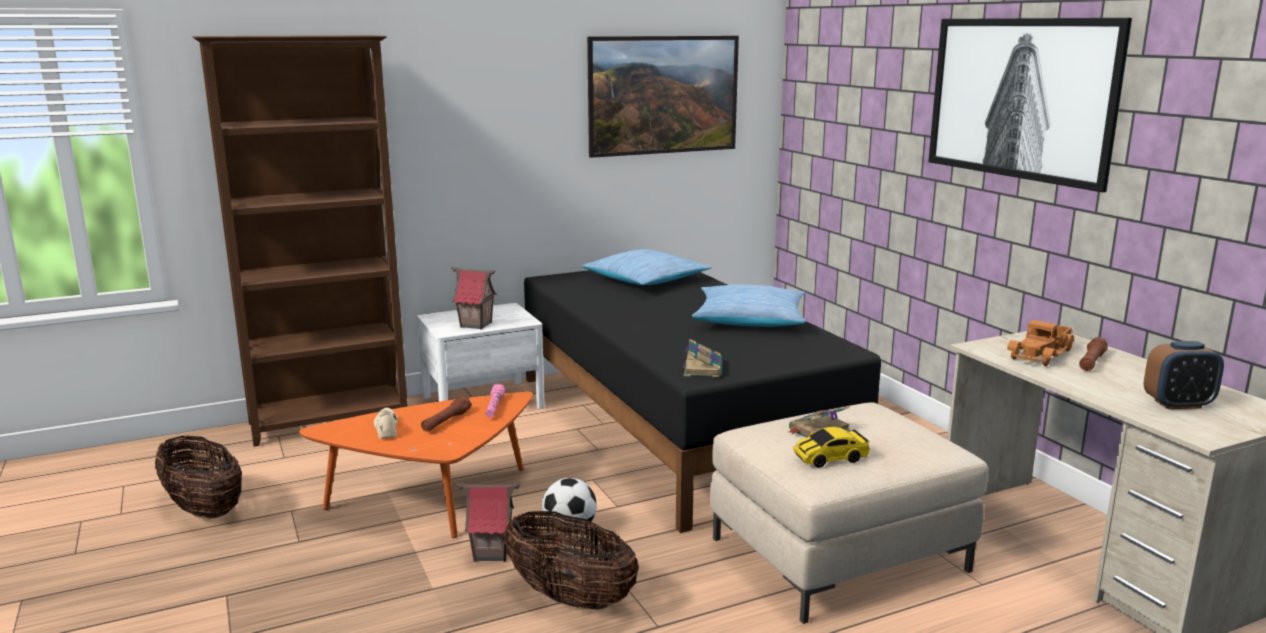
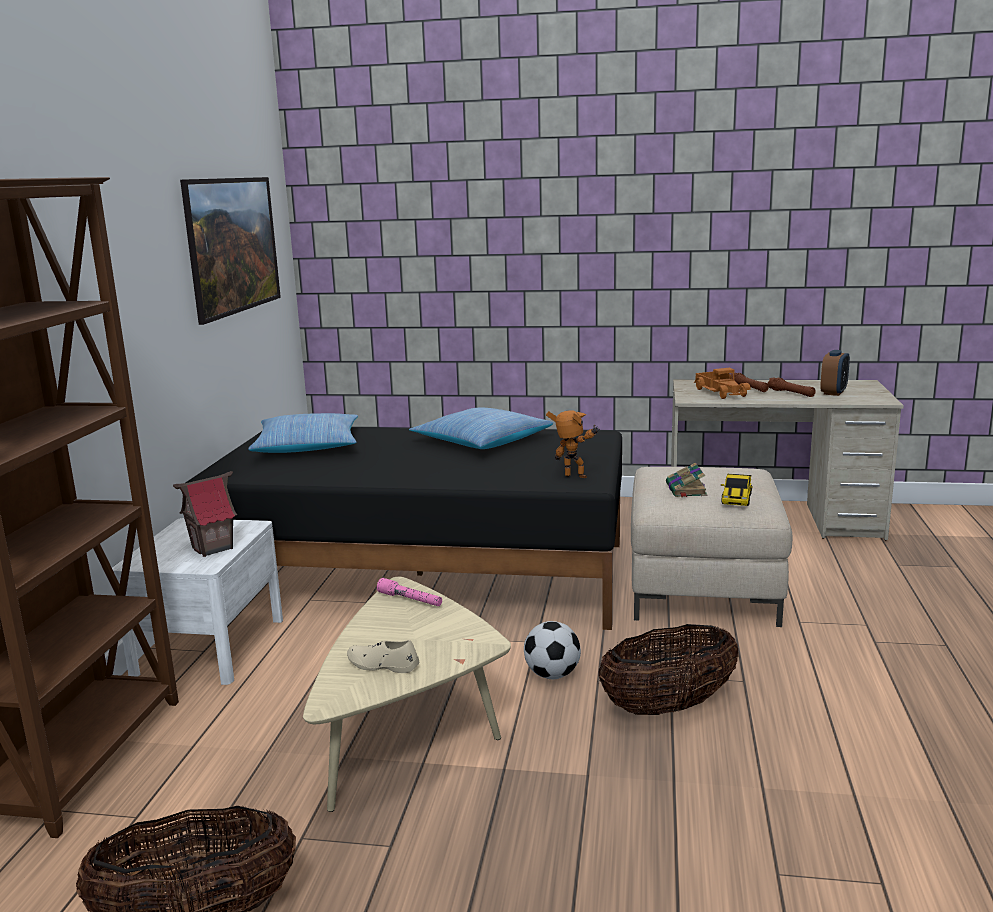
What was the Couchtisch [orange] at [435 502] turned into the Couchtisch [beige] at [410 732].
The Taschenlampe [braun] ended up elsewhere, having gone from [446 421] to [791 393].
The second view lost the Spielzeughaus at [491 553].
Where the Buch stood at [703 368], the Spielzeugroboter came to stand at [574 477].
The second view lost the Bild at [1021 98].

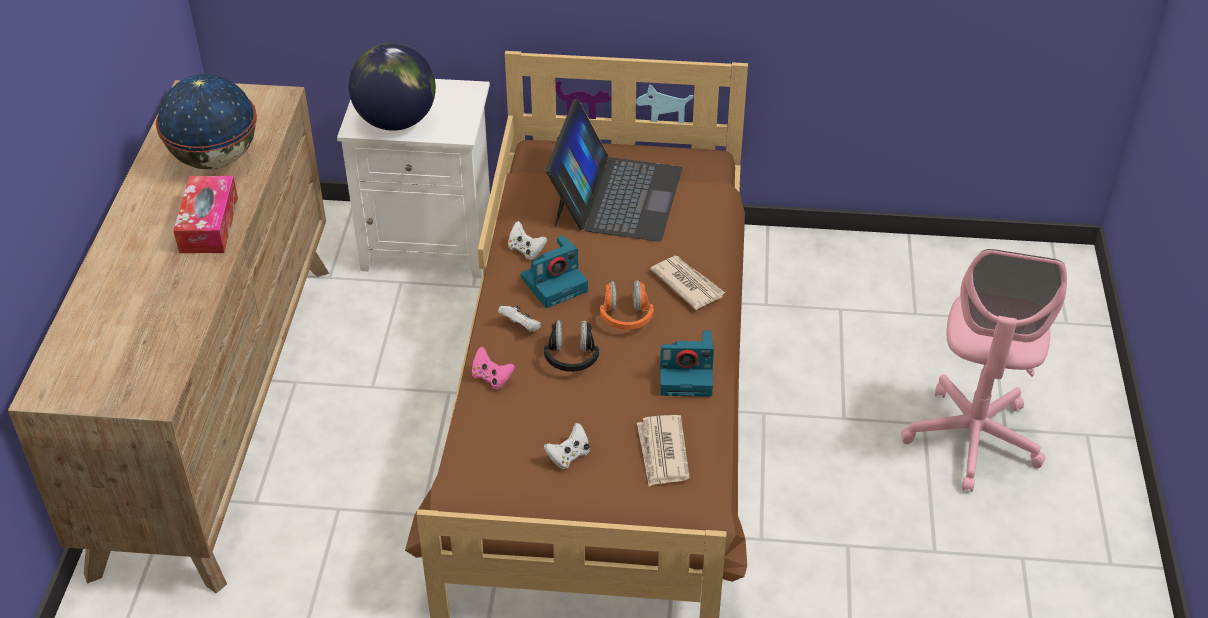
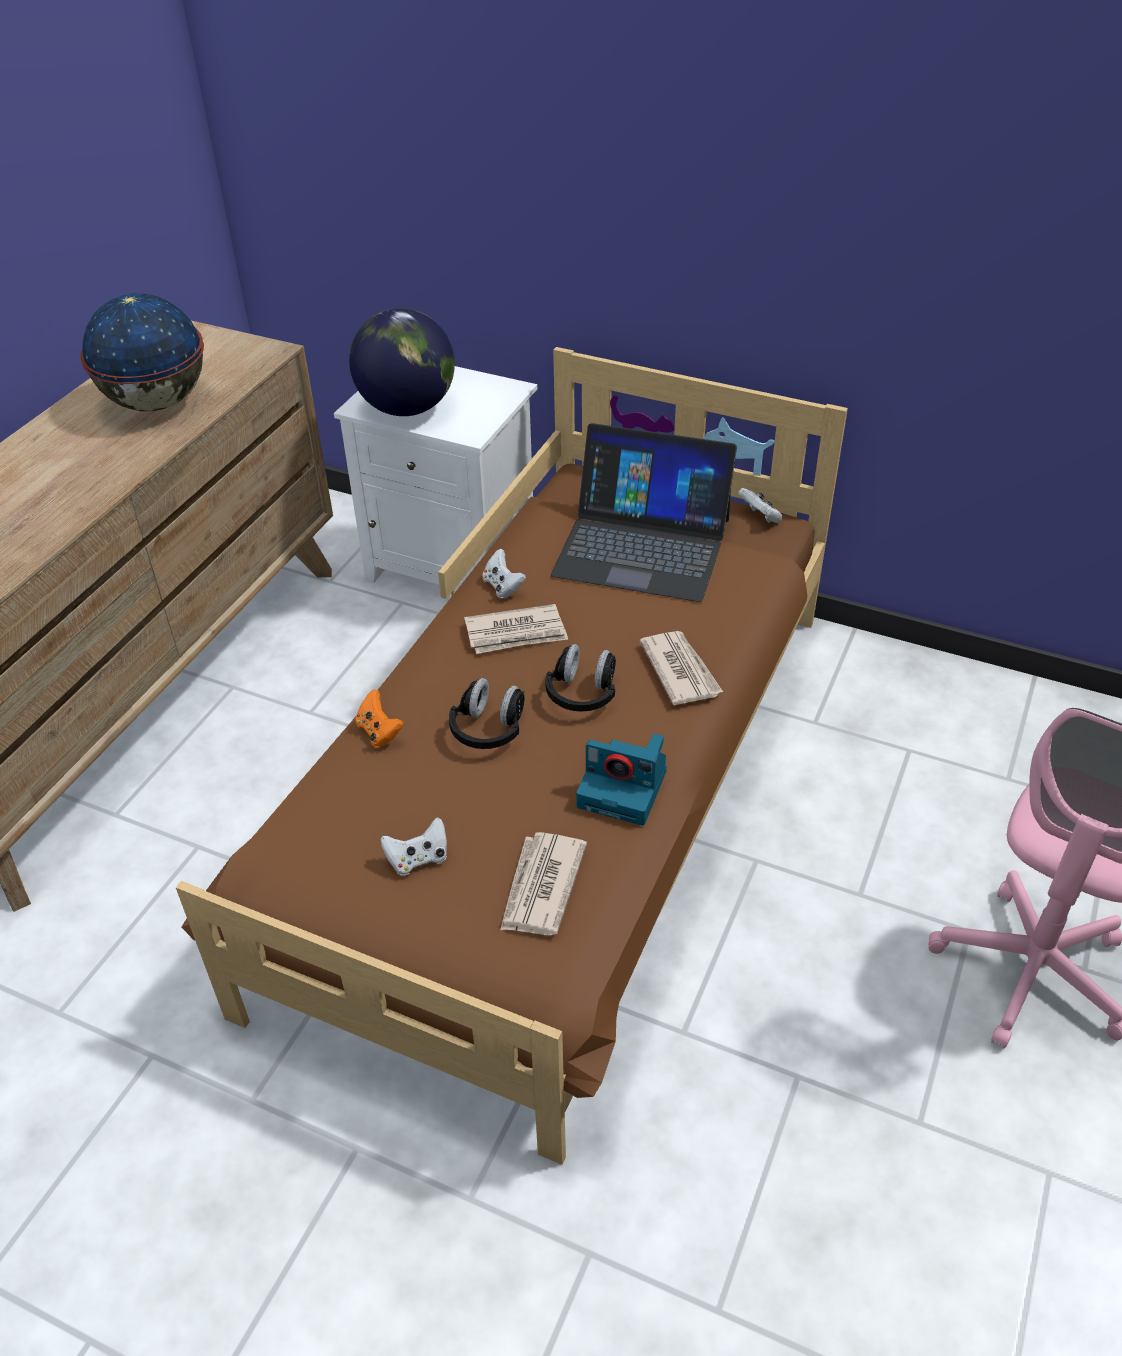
The second view lost the Taschentuchbox at [209 225].
What was the Gamepad [rosa] at [492 378] turned into the Gamepad [orange] at [379 732].
The Gamepad [weiß] ended up elsewhere, having gone from [521 327] to [760 517].
Where the Kamera stood at [555 283], the Zeitung came to stand at [516 633].
The Laptop at [616 196] ended up facing another way, 75 degrees clockwise from before.
What was the Kopfhörer [orange] at [626 316] turned into the Kopfhörer [schwarz] at [582 694].

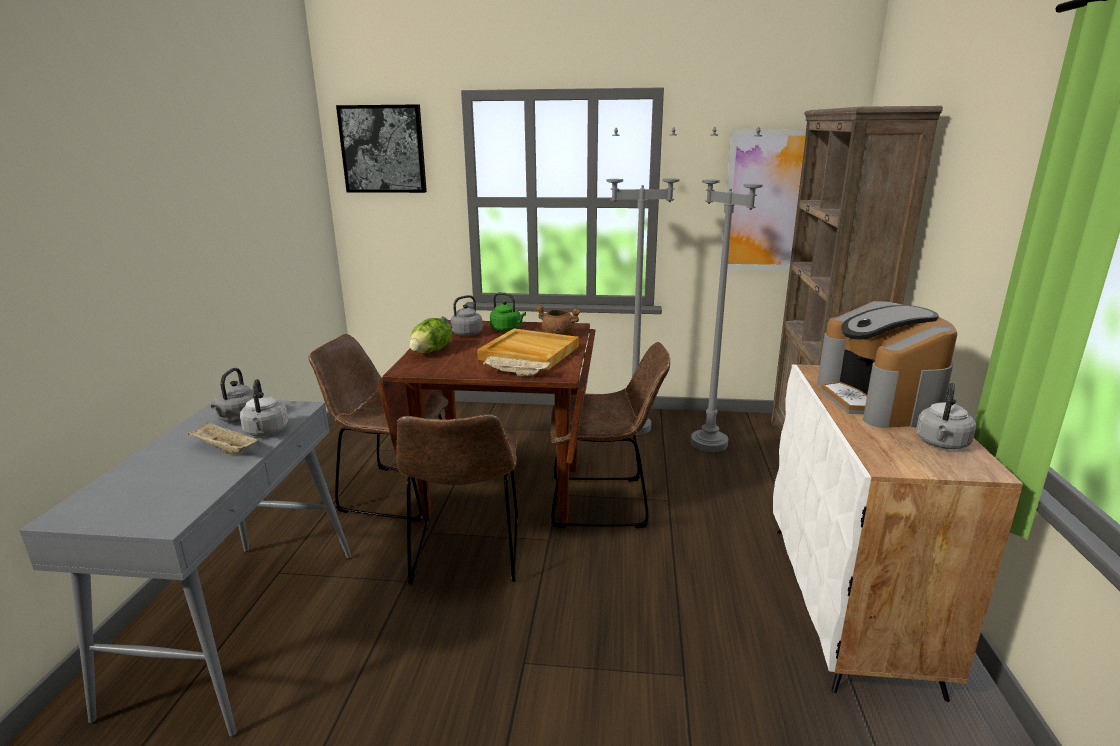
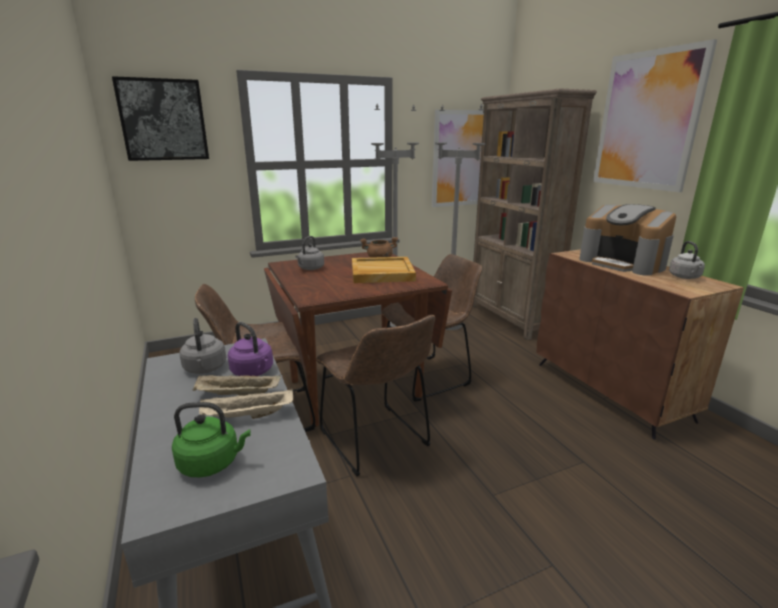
What was the Wasserkessel [grau] at [266 432] turned into the Wasserkessel [lila] at [253 372].
The second view lost the Salatkopf at [432 351].
The Tablett [beige] ended up elsewhere, having gone from [515 374] to [247 416].
The Wasserkessel [grün] ended up elsewhere, having gone from [507 329] to [212 463].
What was the Schrank [weiß] at [849 603] turned into the Schrank [braun] at [610 391].
The second view gained the Bild at [647 121].

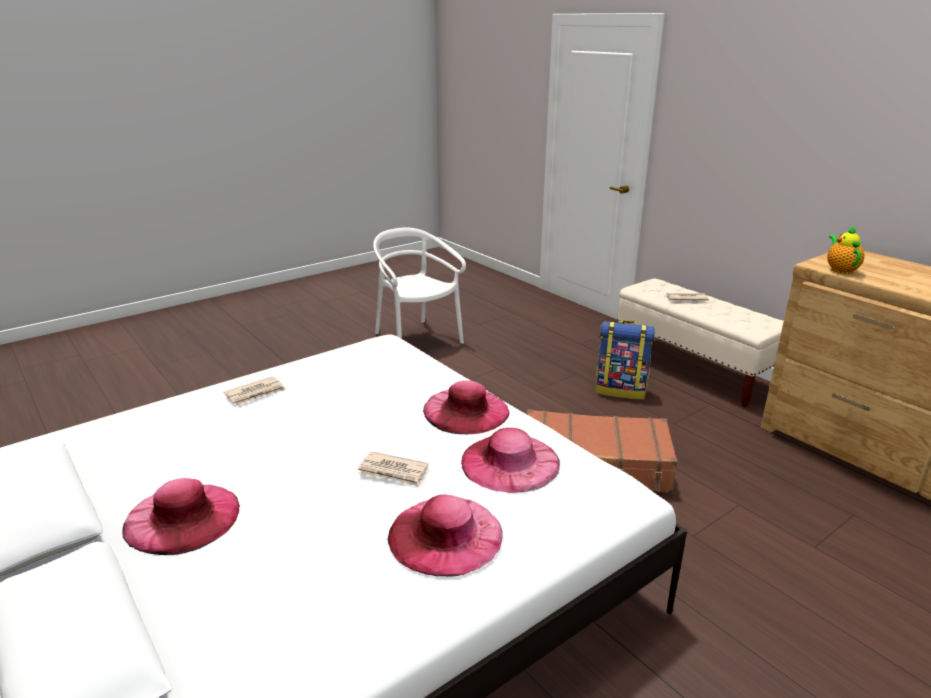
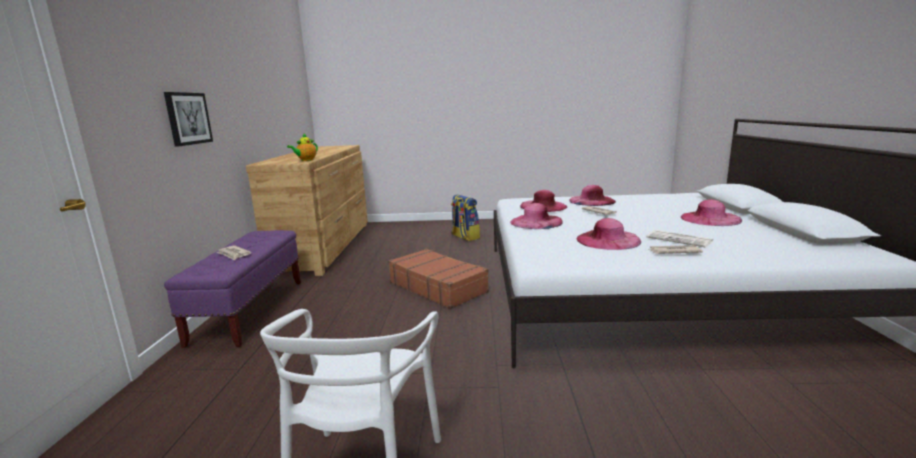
The Rucksack ended up elsewhere, having gone from [621 390] to [464 237].
What was the Bank [beige] at [693 369] turned into the Bank [lila] at [250 311].
The second view gained the Bild at [188 118].
The second view gained the Hut [rosa] at [608 240].
The second view gained the Zeitung at [680 239].

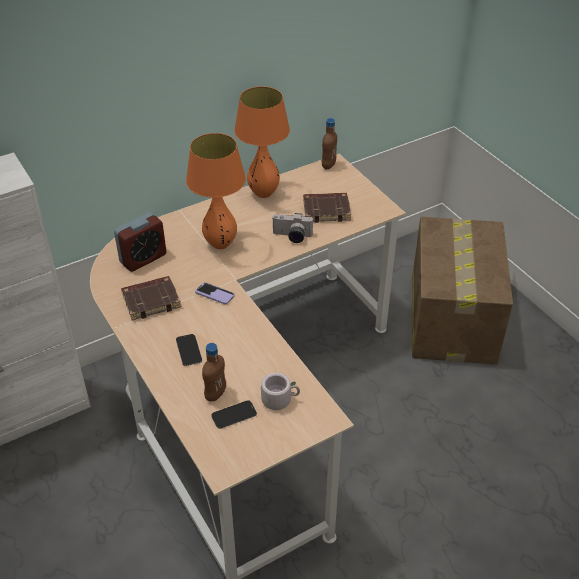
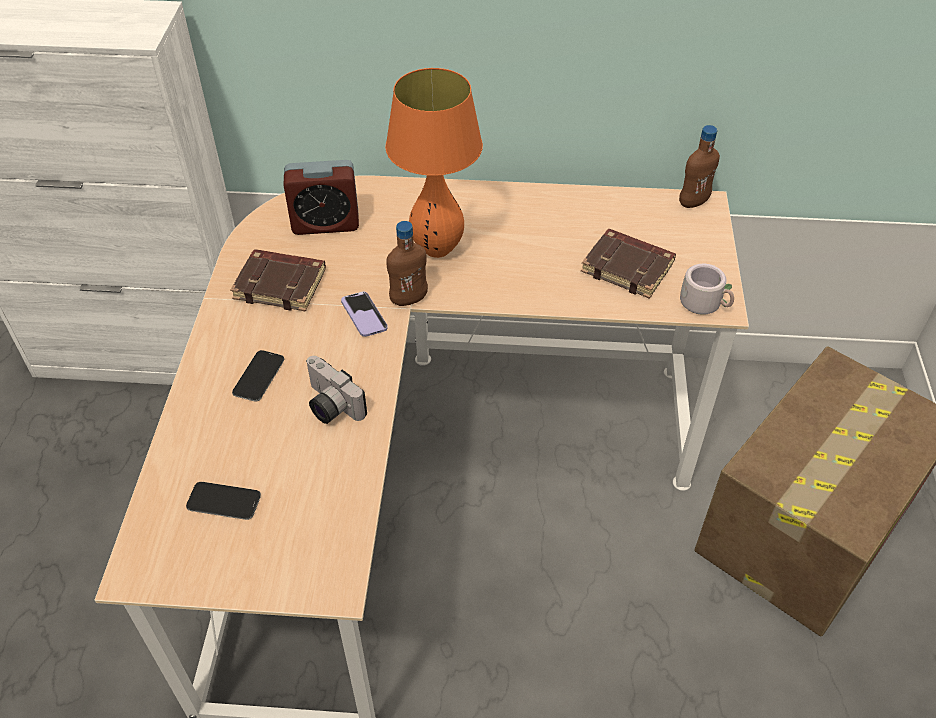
The Flasche [braun] ended up elsewhere, having gone from [215 394] to [409 299].
The second view lost the Tischlampe [orange] at [263 193].
The Henkelbecher [grau] ended up elsewhere, having gone from [280 398] to [705 303].
The Kamera ended up elsewhere, having gone from [292 237] to [329 406].

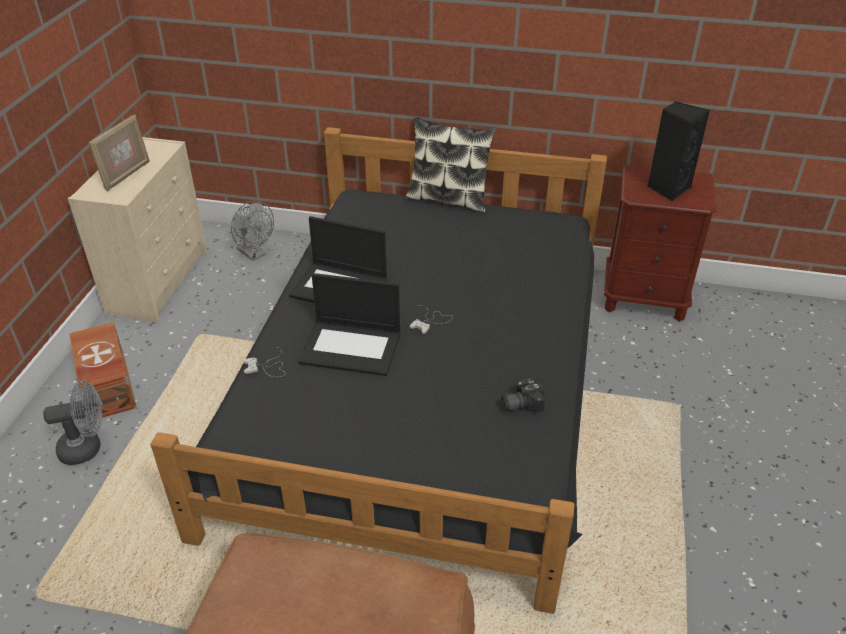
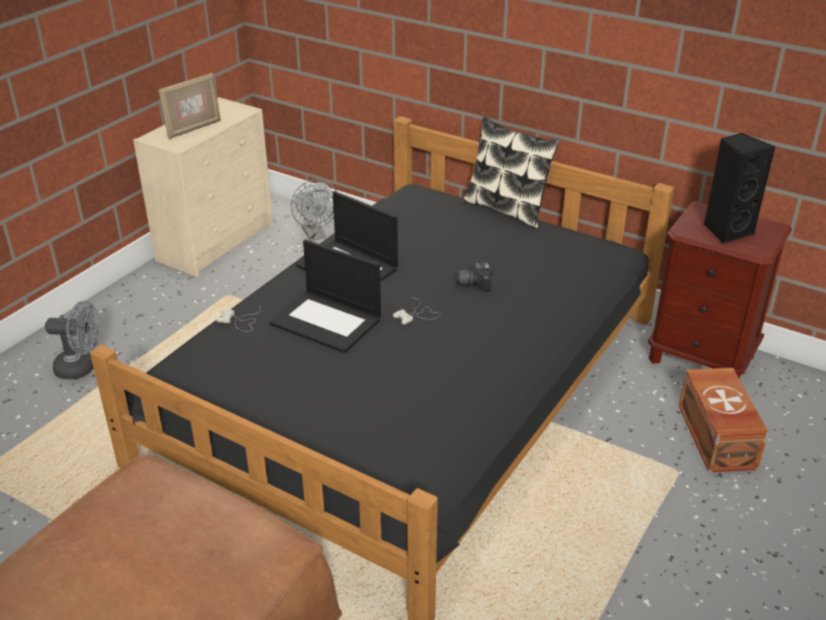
The Aufbewahrungsbox [braun] ended up elsewhere, having gone from [106 386] to [715 437].
The Kamera ended up elsewhere, having gone from [520 403] to [474 283].

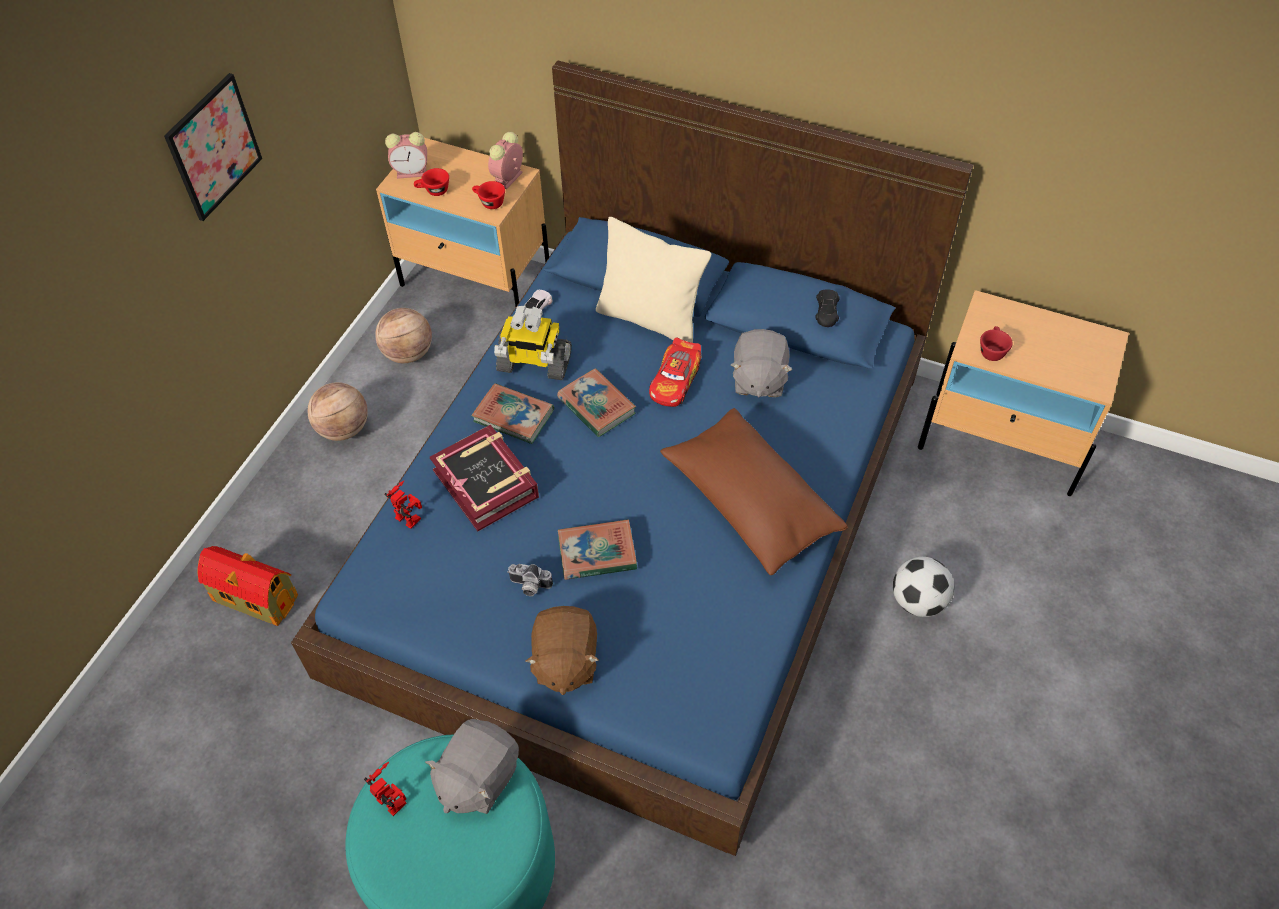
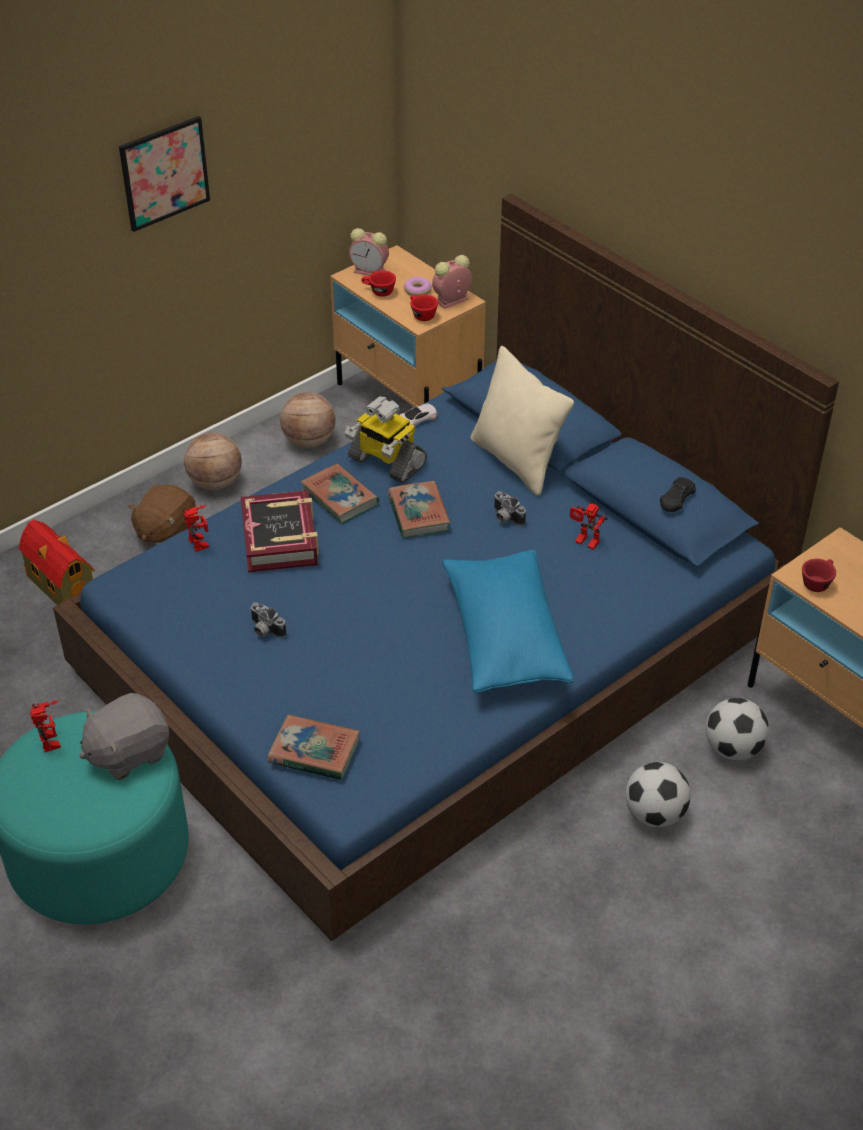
The Plüschtier [braun] ended up elsewhere, having gone from [565 661] to [165 532].
The Buch ended up elsewhere, having gone from [597 553] to [314 752].
Where the Spielzeugauto stood at [675 381], the Kamera came to stand at [505 518].
What was the Kissen [braun] at [749 503] turned into the Kissen [blau] at [504 638].
Where the Plüschtier [grau] stood at [758 379], the Spielzeugroboter came to stand at [584 543].
The second view gained the Donut at [417 290].
The second view gained the Fußball at [733 749].

